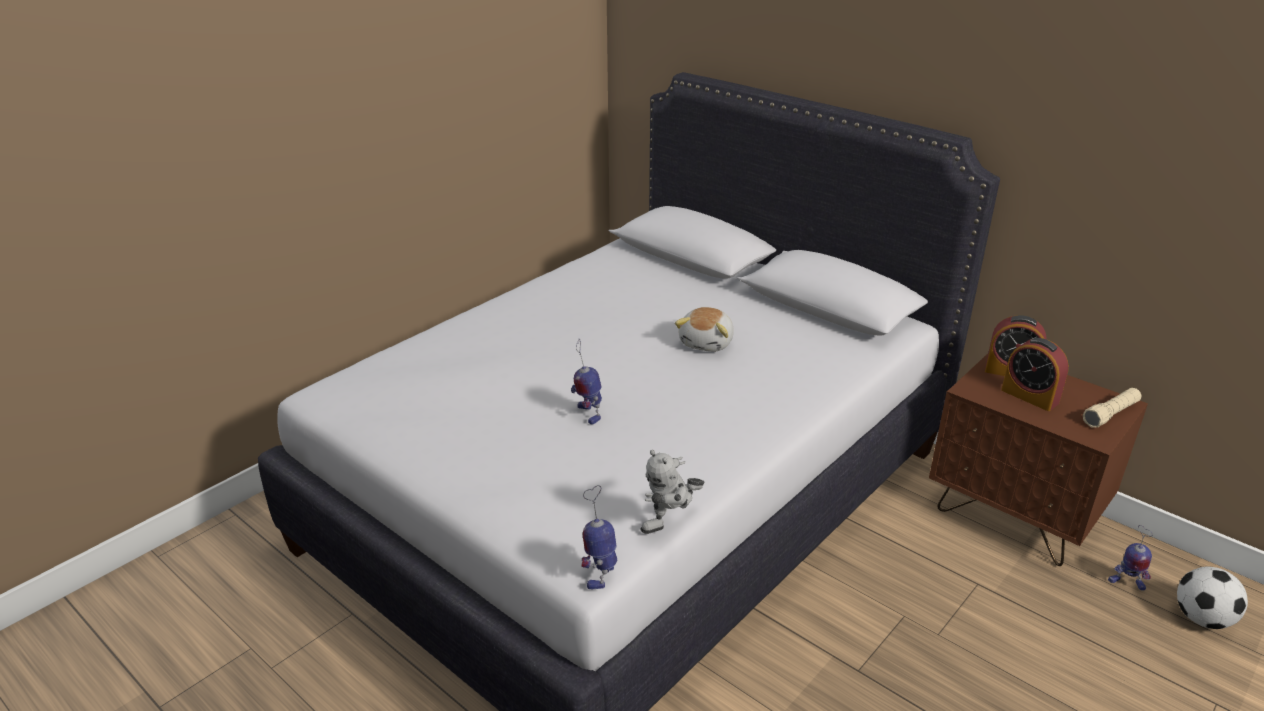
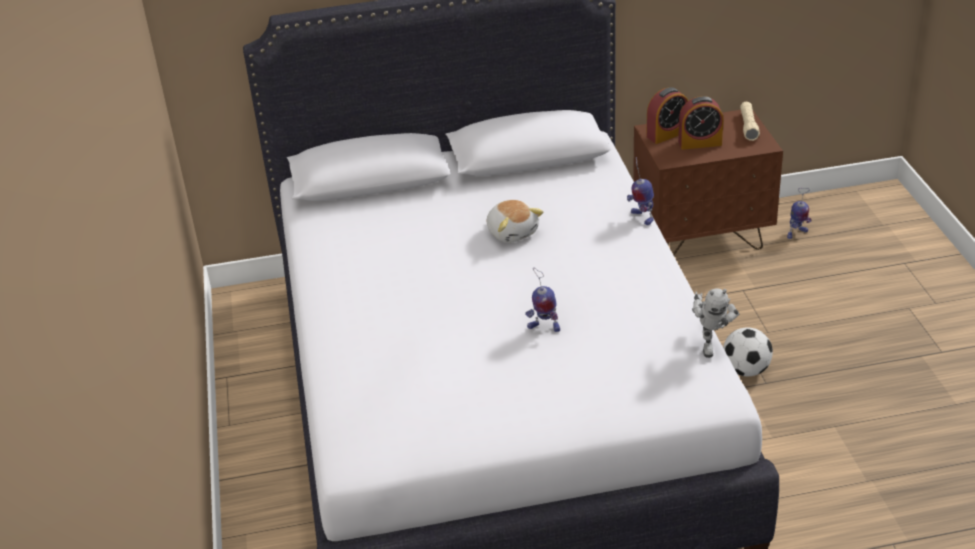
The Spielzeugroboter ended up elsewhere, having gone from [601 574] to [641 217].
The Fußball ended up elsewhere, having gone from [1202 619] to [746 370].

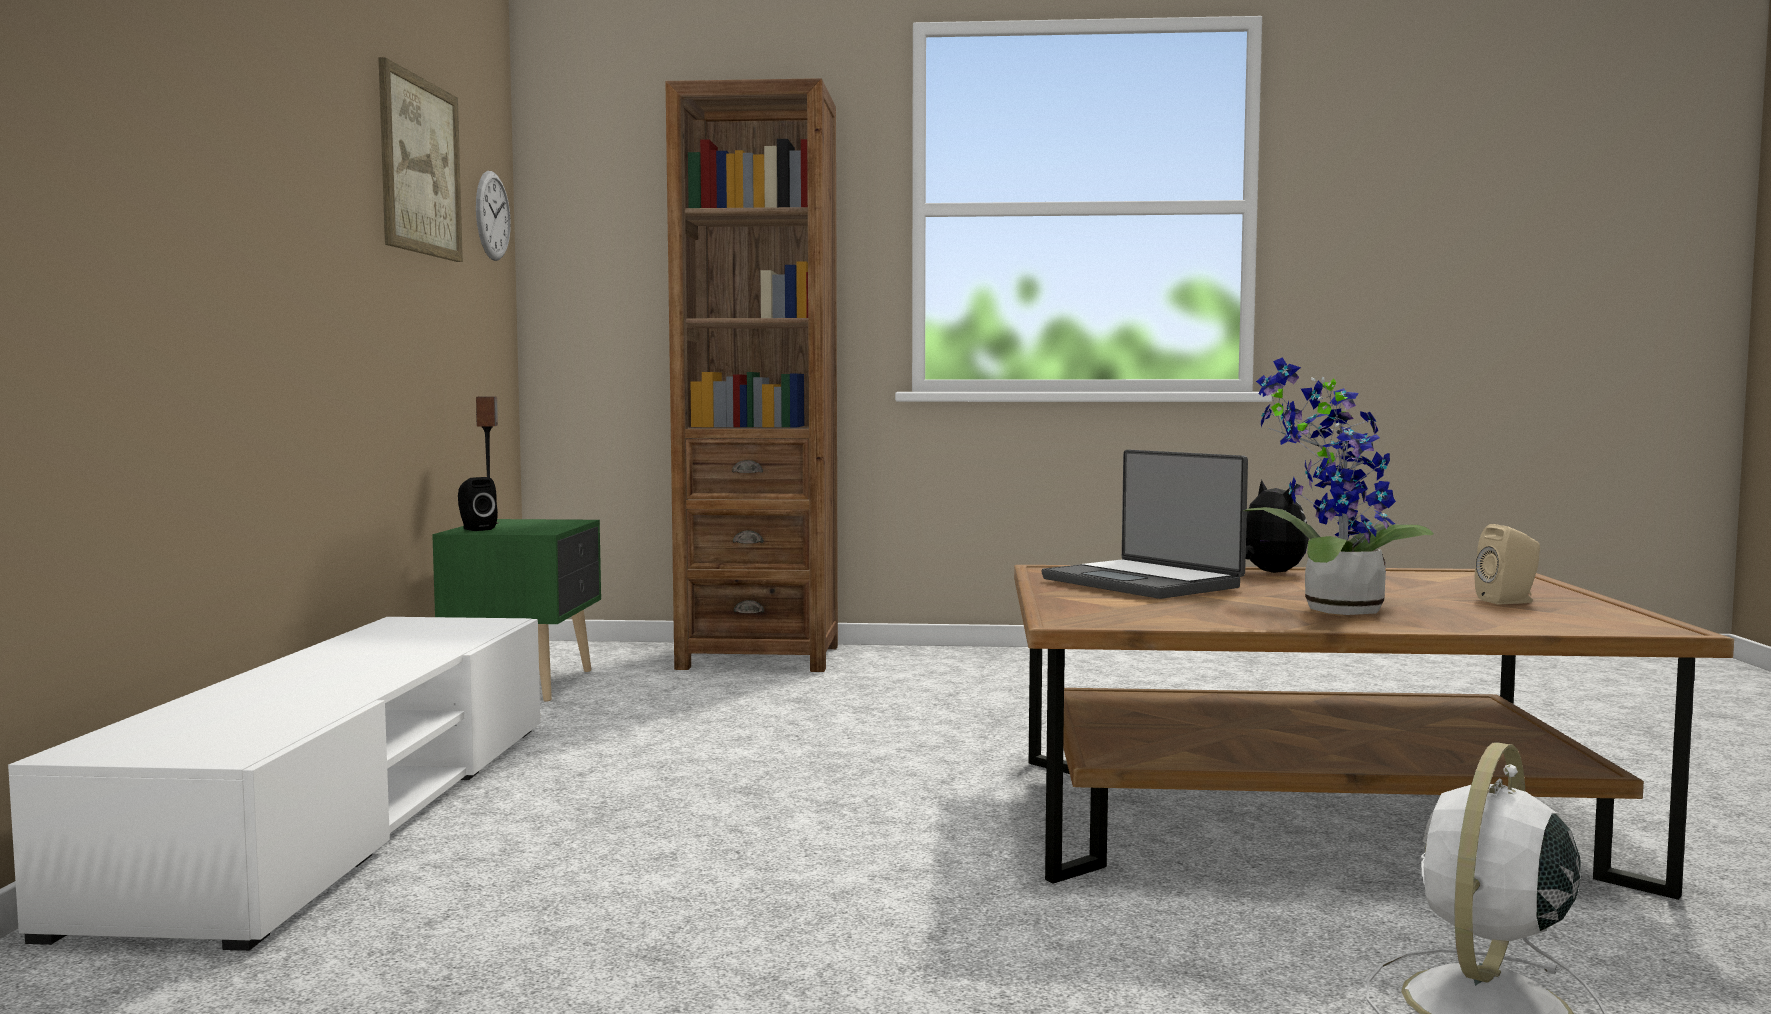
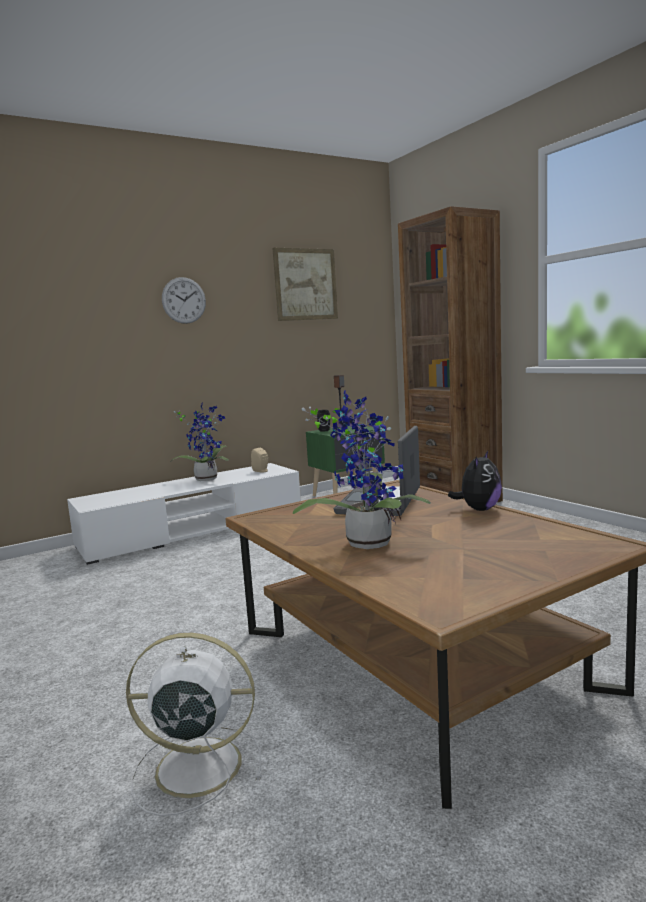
The Wanduhr ended up elsewhere, having gone from [492 216] to [184 300].
The Lautsprecher [beige] ended up elsewhere, having gone from [1509 601] to [261 471].
The second view gained the Topfpflanze at [207 478].

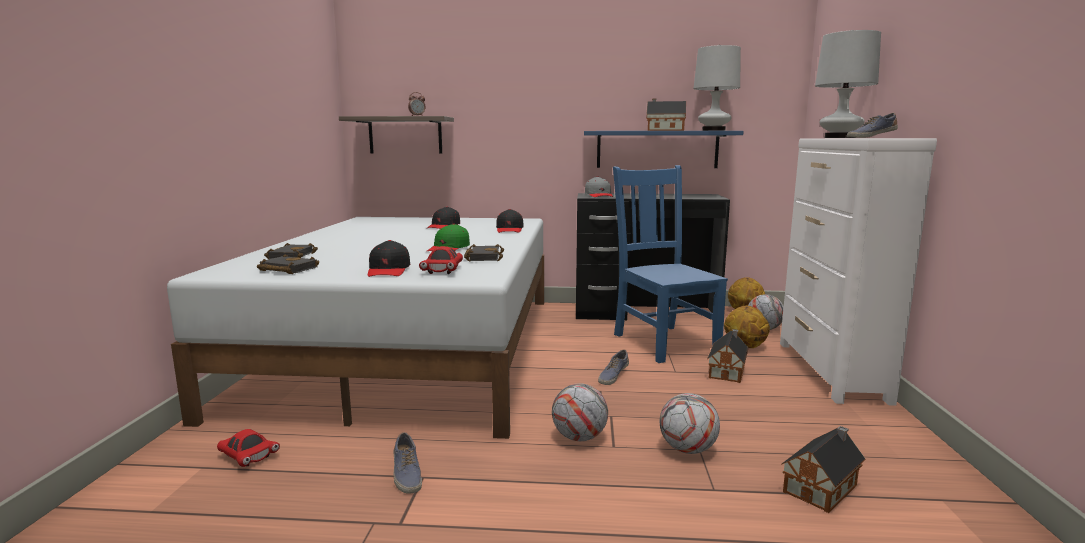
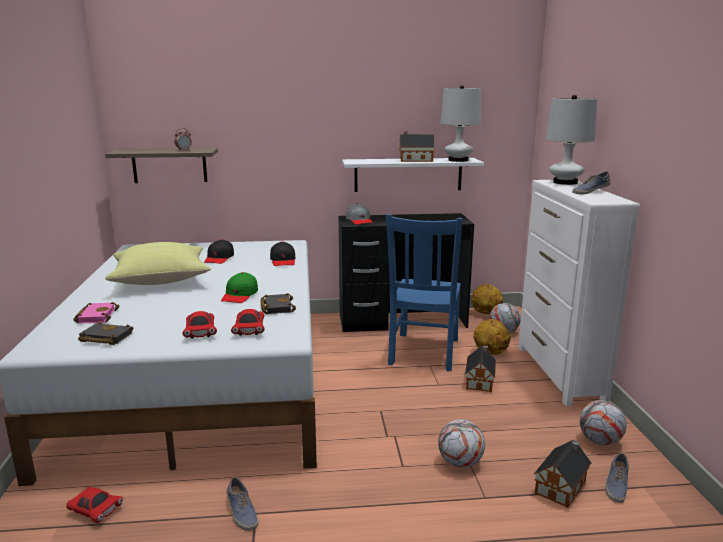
What was the Buch [schwarz] at [291 256] turned into the Buch [rosa] at [96 316].
Where the Kappe [schwarz] stood at [389 270], the Spielzeugauto [rot] came to stand at [200 332].
The Fußball ended up elsewhere, having gone from [579 437] to [599 441].
What was the Wandregal [blau] at [657 149] turned into the Wandregal [weiß] at [408 174].
The Schuh ended up elsewhere, having gone from [613 376] to [616 485].
The Stuhl [blau] at [663 342] ended up facing another way, 135 degrees counterclockwise from before.
The second view gained the Kissen [gelb] at [162 280].

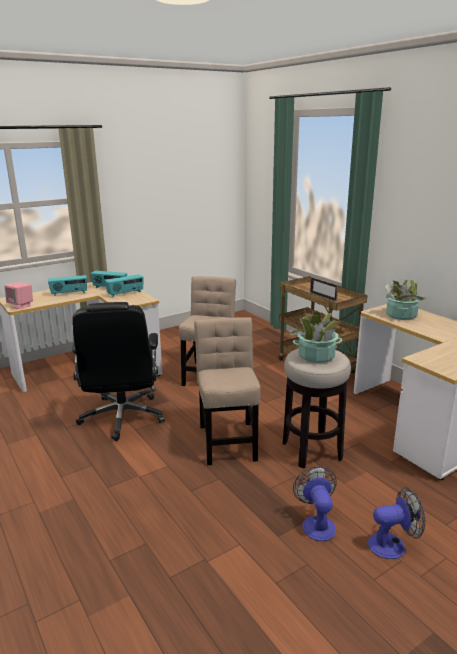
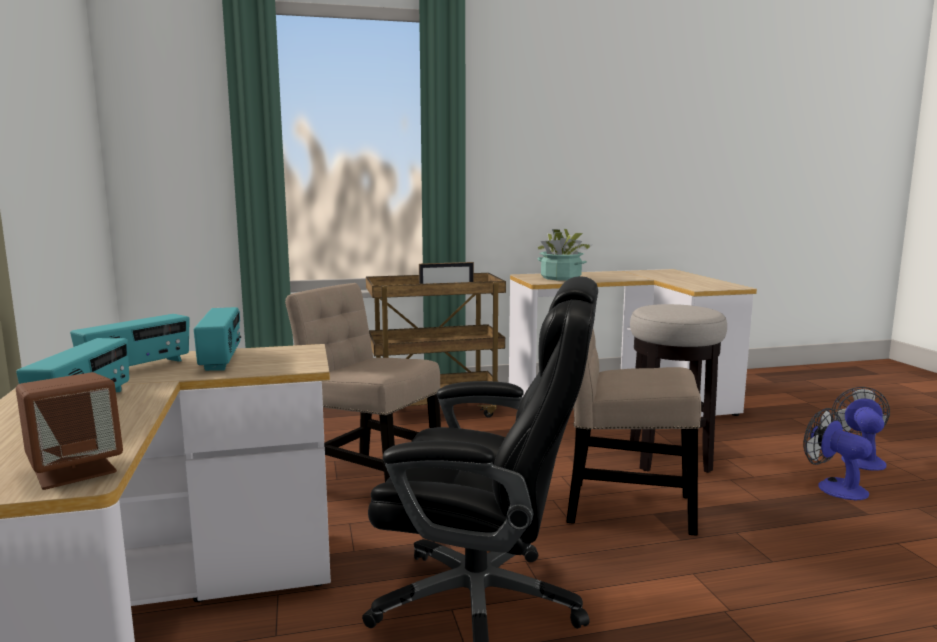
What was the Lautsprecher [rosa] at [21 306] turned into the Lautsprecher [braun] at [75 471].
The second view lost the Topfpflanze at [316 356].
The Ventilator at [316 523] ended up facing another way, 45 degrees clockwise from before.

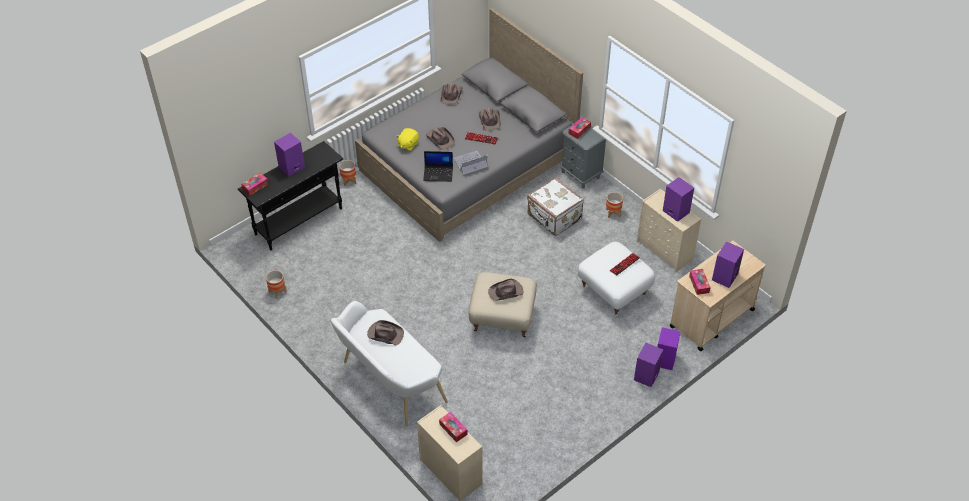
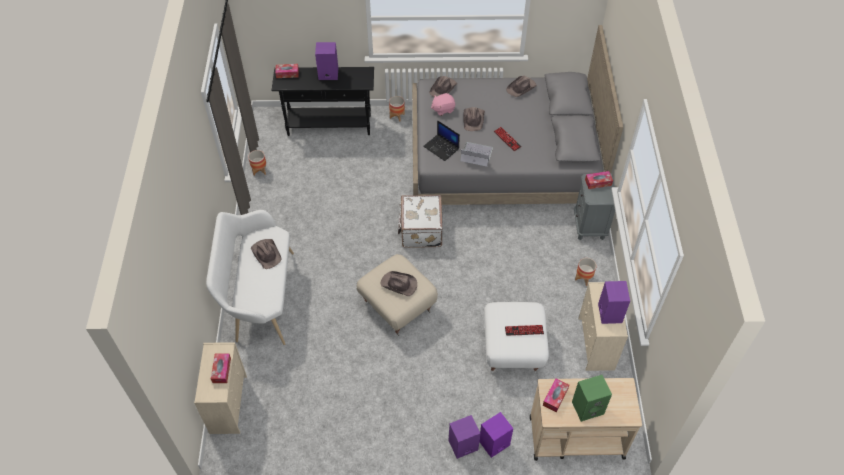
What was the Plüschtier [gelb] at [408 144] turned into the Plüschtier [rosa] at [443 109].
The Hut [braun] ended up elsewhere, having gone from [490 120] to [443 88].
The Koffer [weiß] ended up elsewhere, having gone from [554 218] to [420 231].
What was the Lautsprecher [lila] at [724 276] turned into the Lautsprecher [grün] at [588 407].

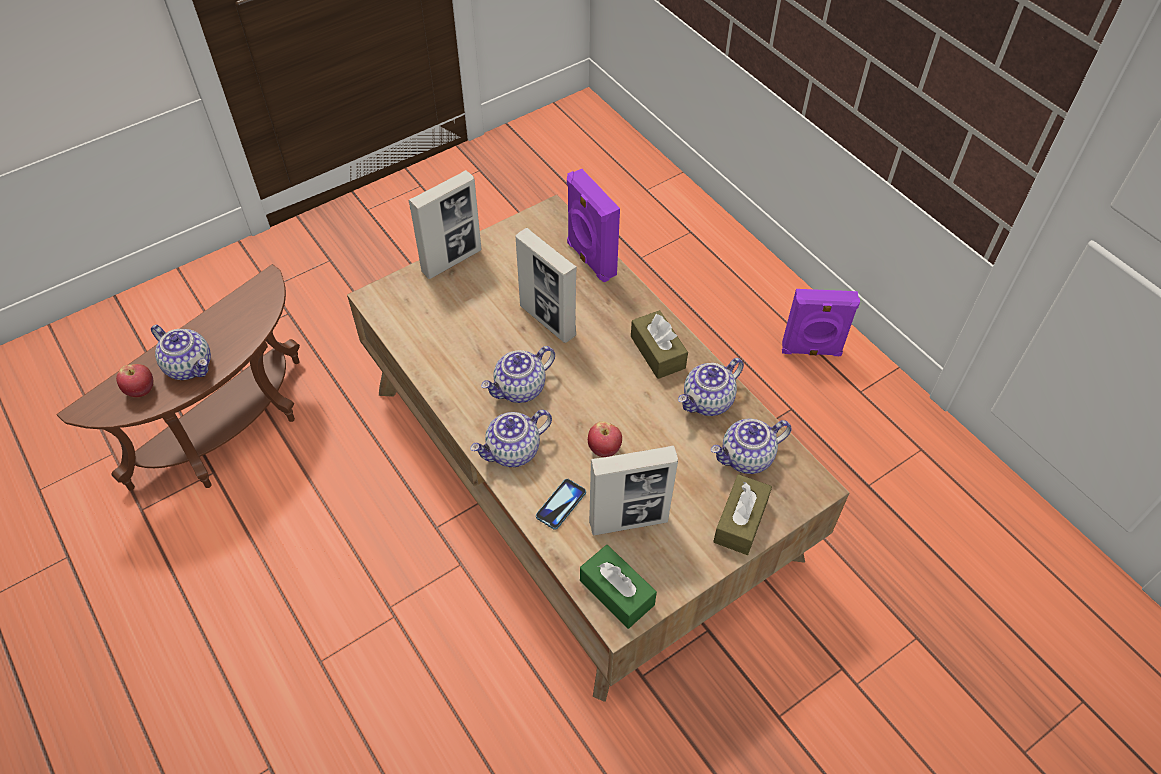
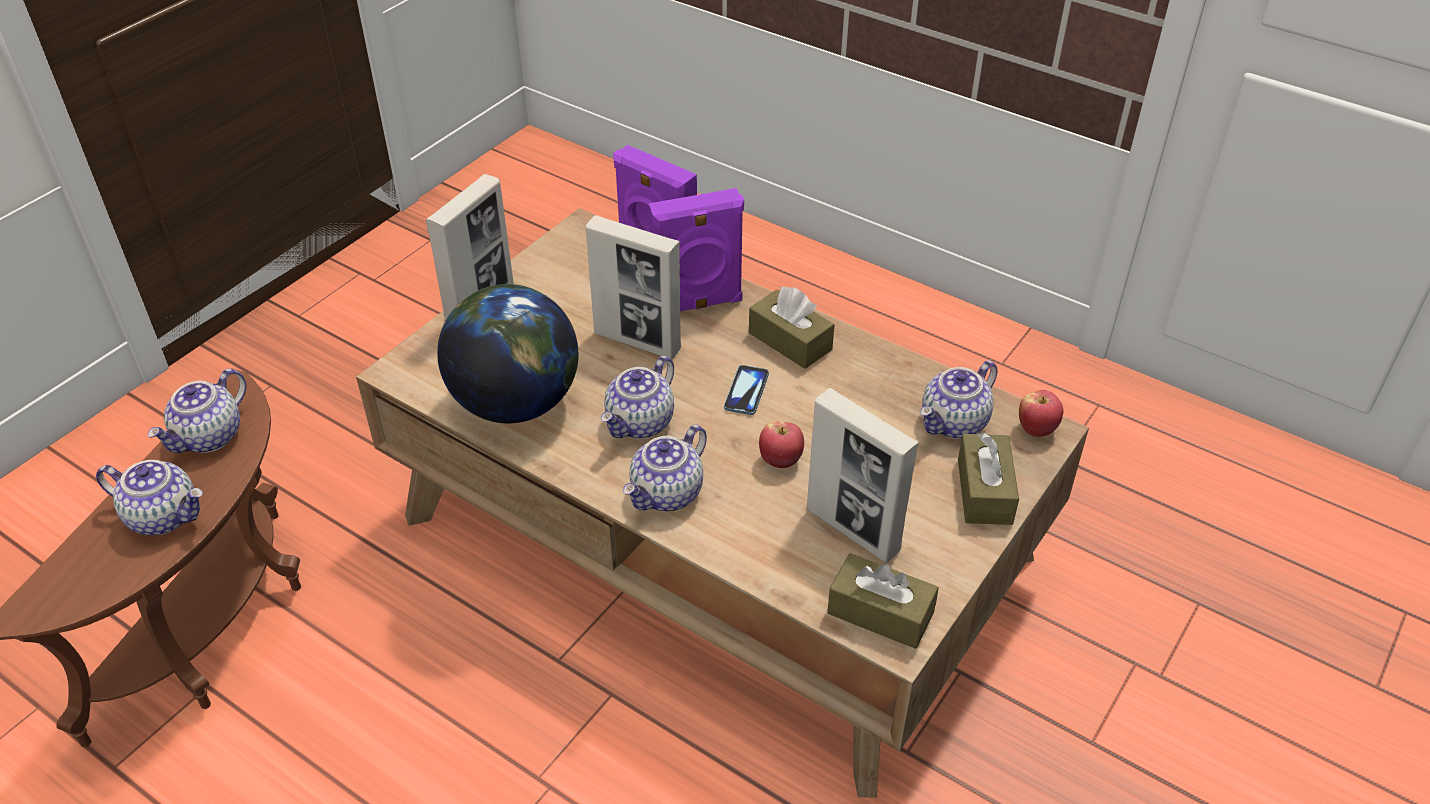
The Apfel ended up elsewhere, having gone from [141 390] to [1036 429].
The Handy ended up elsewhere, having gone from [561 504] to [746 391].
What was the Taschentuchbox [grün] at [617 592] turned into the Taschentuchbox [braun] at [880 613].
The Bilderrahmen at [629 521] ended up facing another way, 75 degrees clockwise from before.
The Teekanne ended up elsewhere, having gone from [708 401] to [209 437].
The Lautsprecher [lila] ended up elsewhere, having gone from [811 351] to [698 304].
The second view gained the Globus at [516 402].

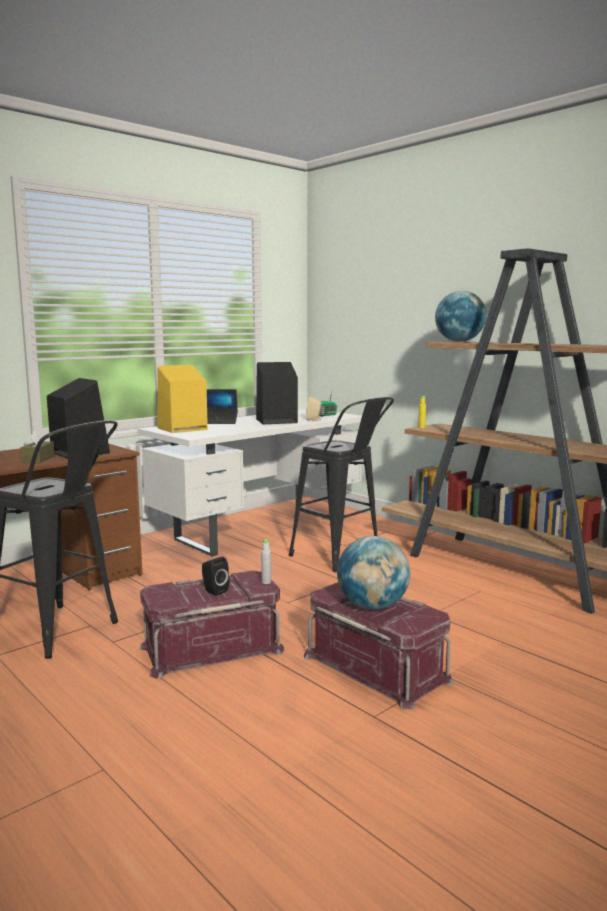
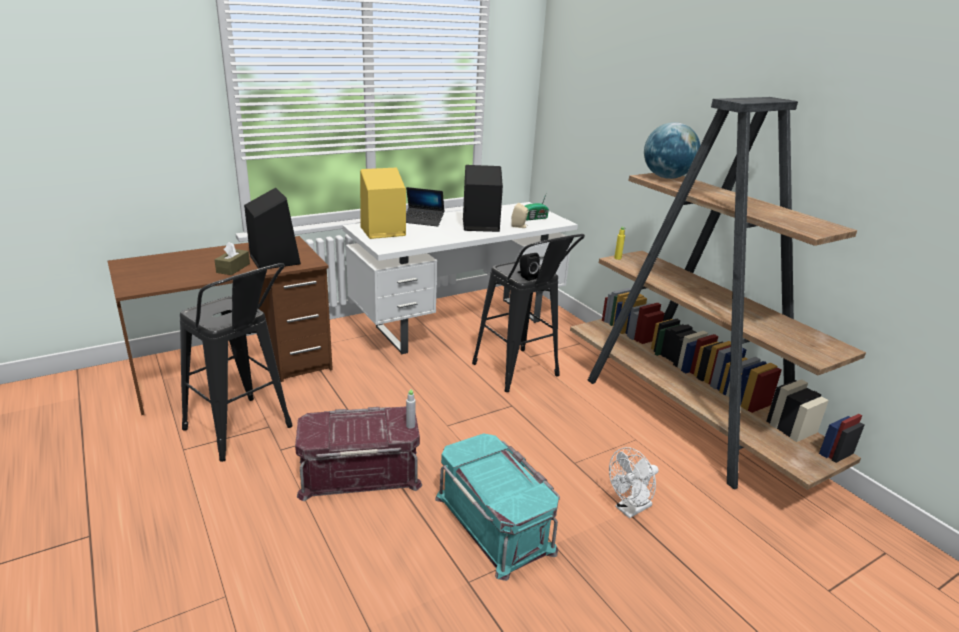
The Lautsprecher [schwarz] ended up elsewhere, having gone from [214 591] to [526 277].
What was the Aufbewahrungsbox [rot] at [377 667] turned into the Aufbewahrungsbox [türkis] at [495 522].
The second view lost the Globus at [372 606].
The second view gained the Ventilator [weiß] at [629 509].

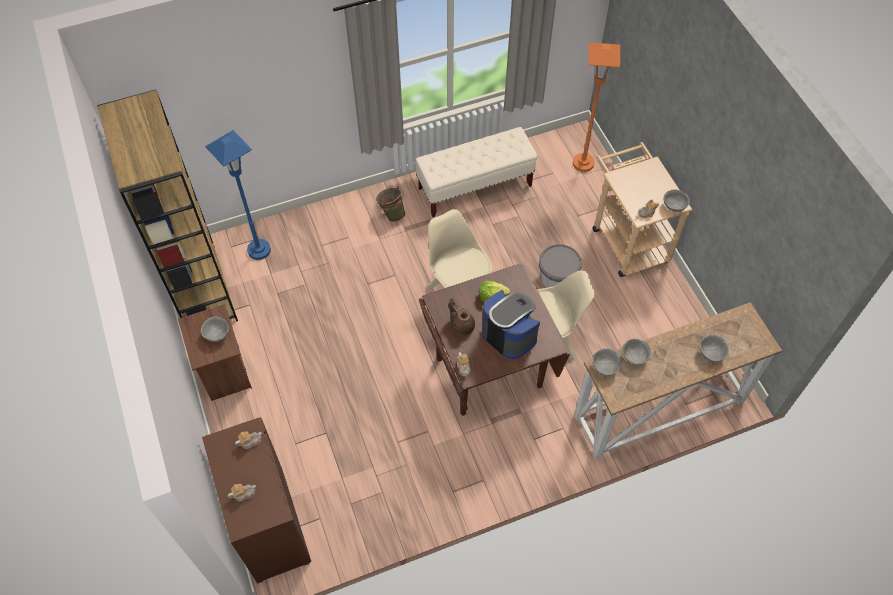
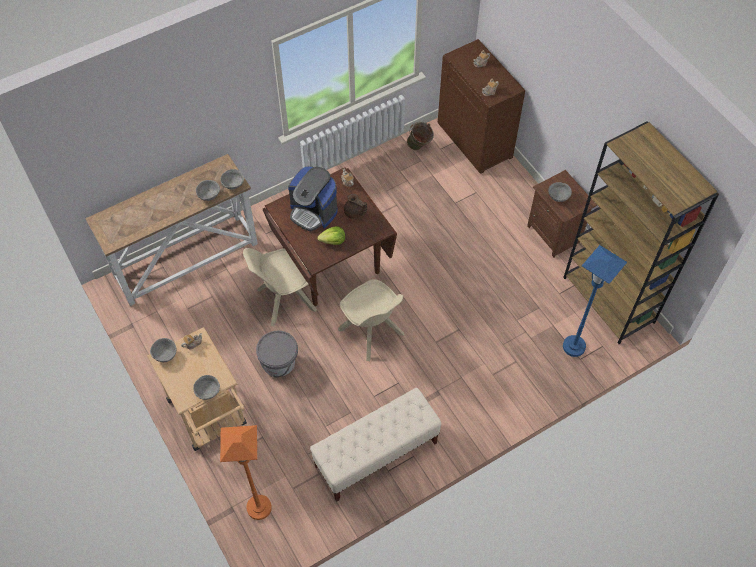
The Eimer [grün] ended up elsewhere, having gone from [392 213] to [419 147].
The Schüssel [grau] ended up elsewhere, having gone from [711 353] to [208 392].

